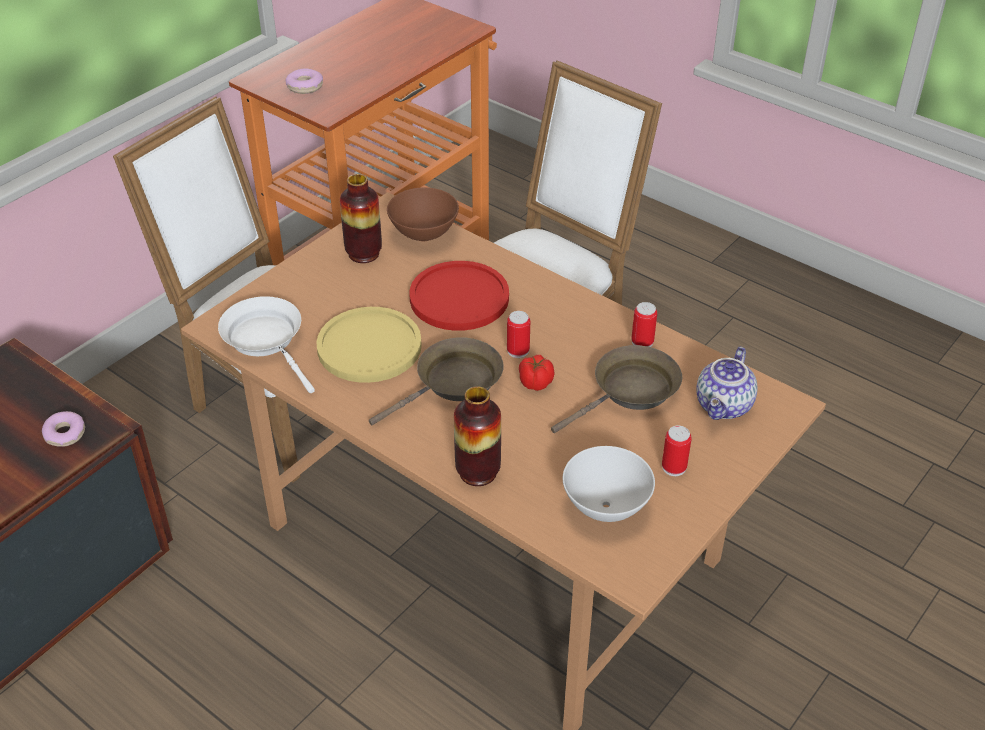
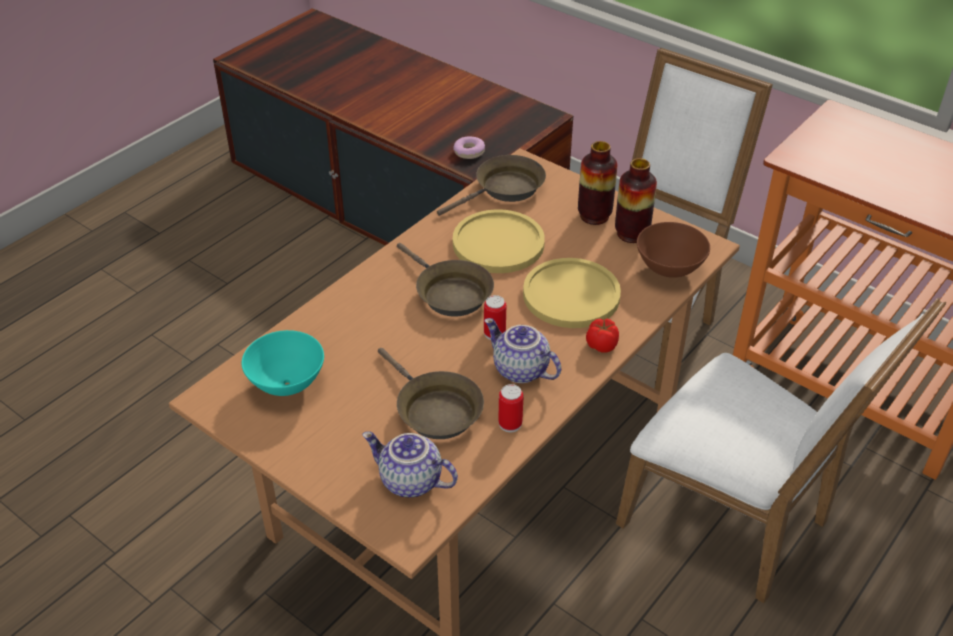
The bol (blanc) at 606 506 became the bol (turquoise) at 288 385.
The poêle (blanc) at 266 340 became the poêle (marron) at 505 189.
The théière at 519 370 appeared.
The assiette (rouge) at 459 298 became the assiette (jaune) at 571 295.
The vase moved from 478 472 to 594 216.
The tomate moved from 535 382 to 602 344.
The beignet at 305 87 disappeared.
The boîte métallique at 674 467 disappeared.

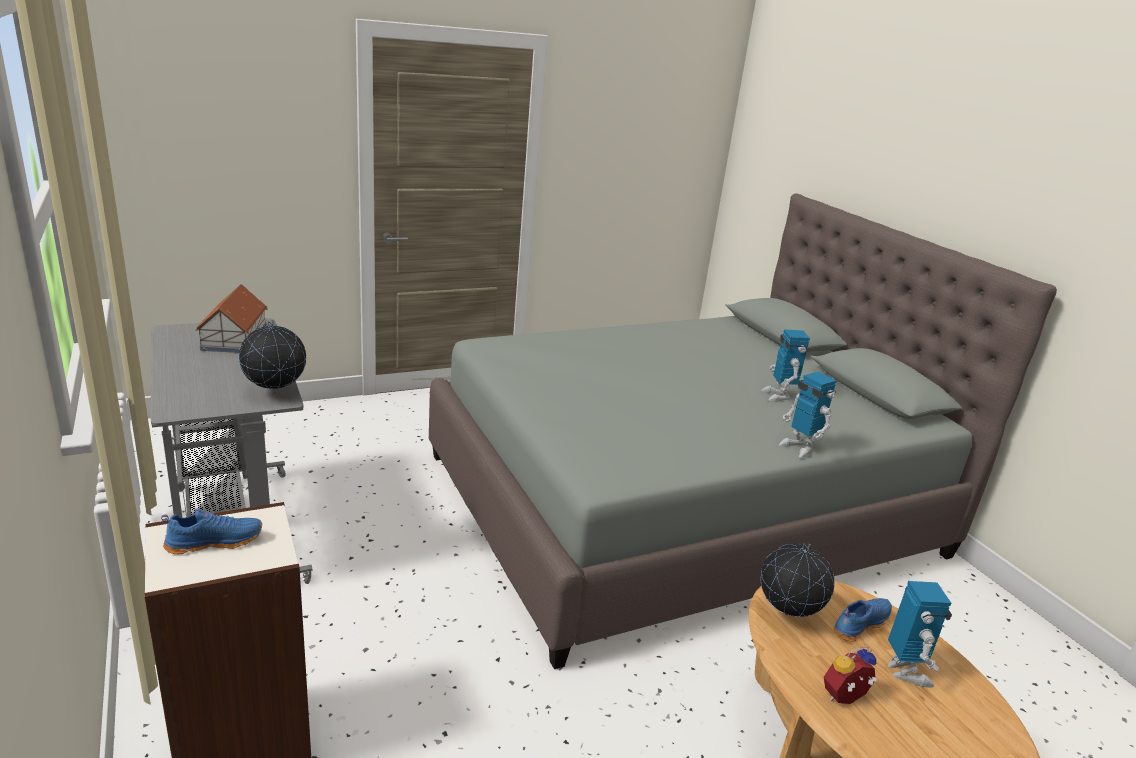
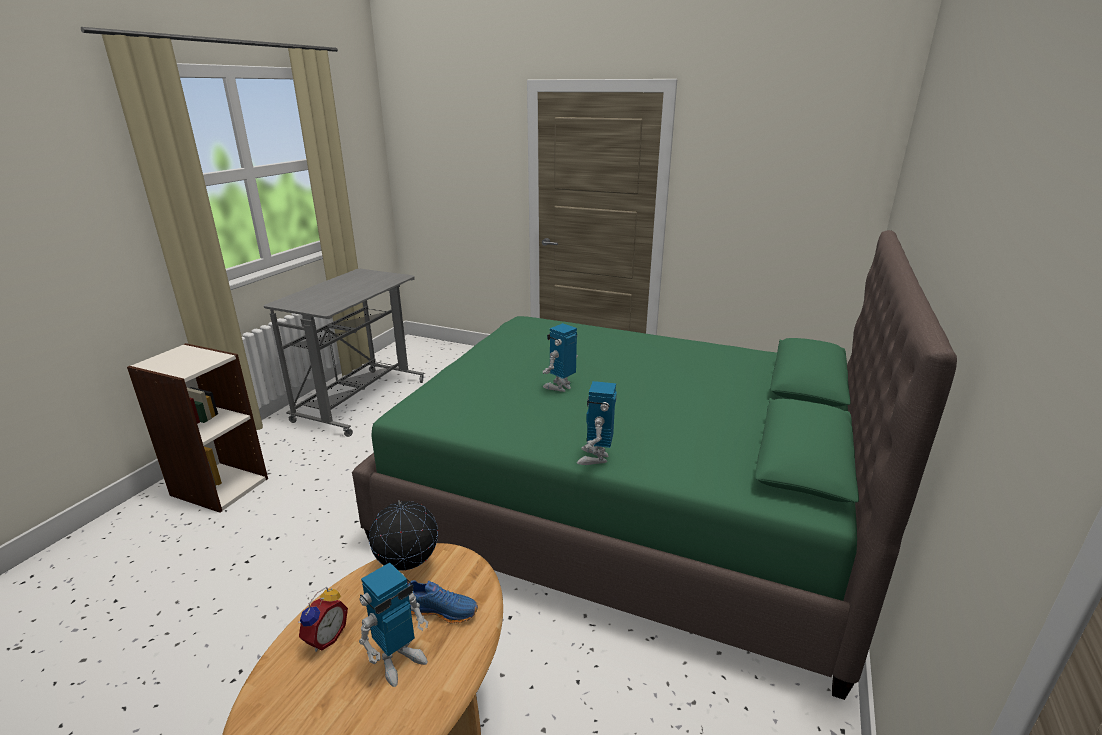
The réveil at 846 699 turned 90 degrees clockwise.
The lit (gris) at 681 504 became the lit (vert) at 625 503.
The robot jouet moved from 778 396 to 560 387.
The chaussure (bleu) at 214 541 disappeared.
The maison miniature at 234 338 disappeared.
The globe at 275 393 disappeared.

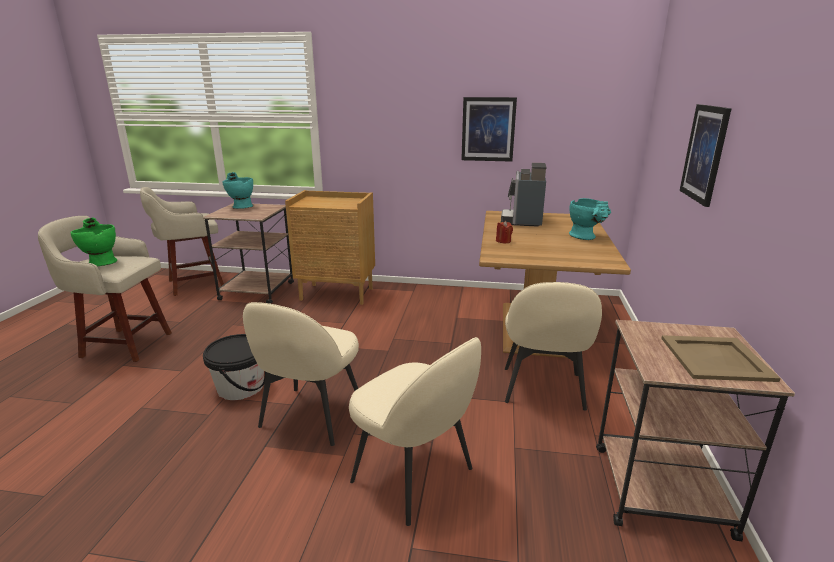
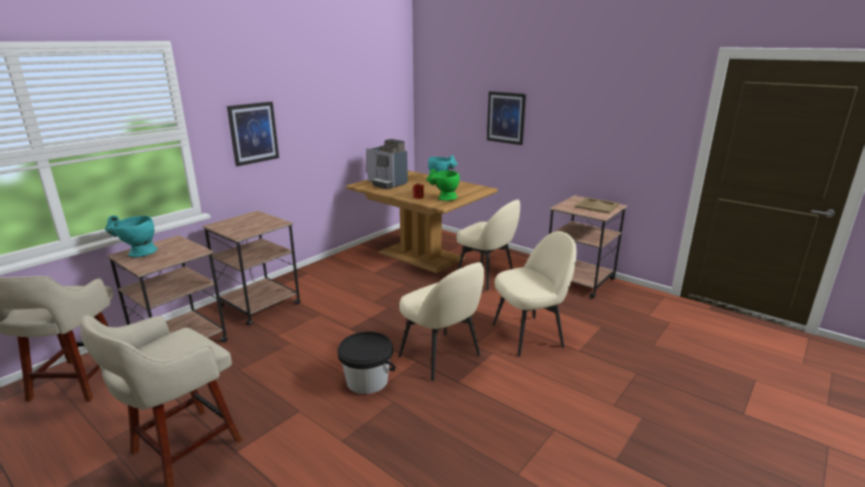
The meuble de rangement (marron) at 337 294 was replaced by the chariot (marron) at 260 304.
The tableau moved from 488 129 to 253 133.
The vase (vert) moved from 101 262 to 444 199.

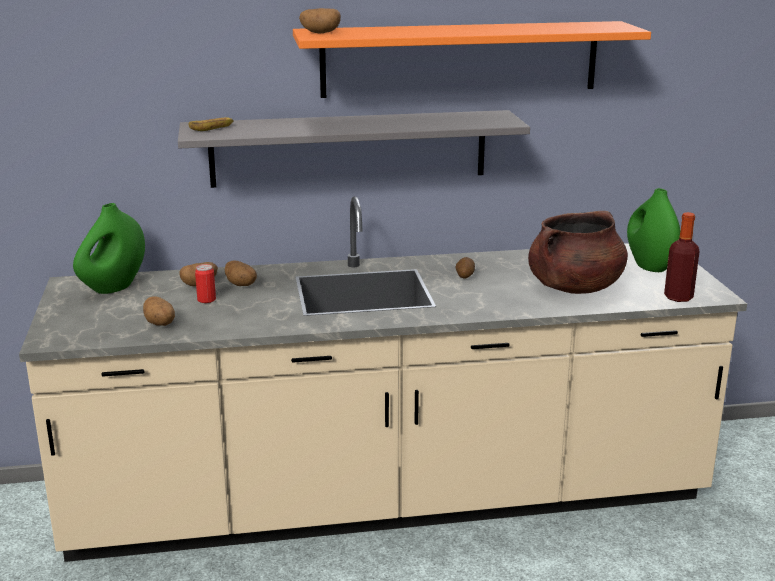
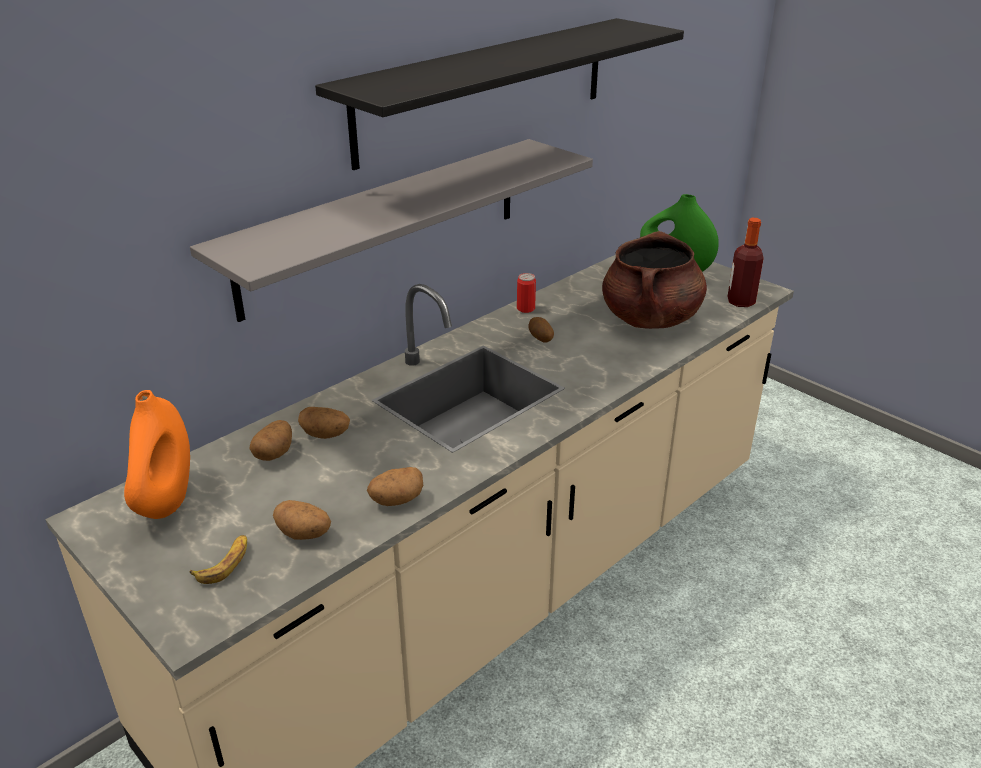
The vase (vert) at 114 288 became the vase (orange) at 166 501.
The banane moved from 212 127 to 224 563.
The étagère (orange) at 460 59 became the étagère (noir) at 486 89.
The pomme de terre moved from 320 33 to 396 500.
The boîte métallique moved from 206 300 to 525 308.

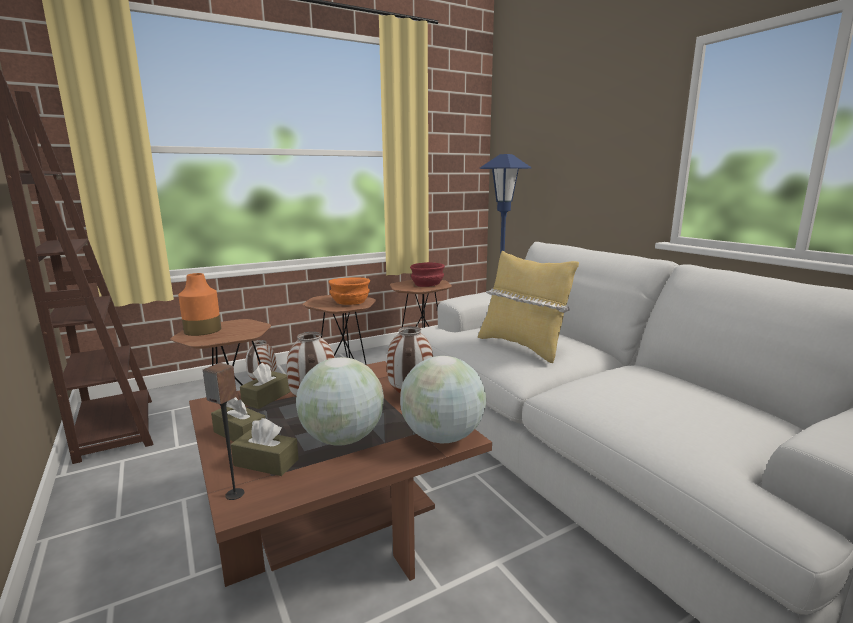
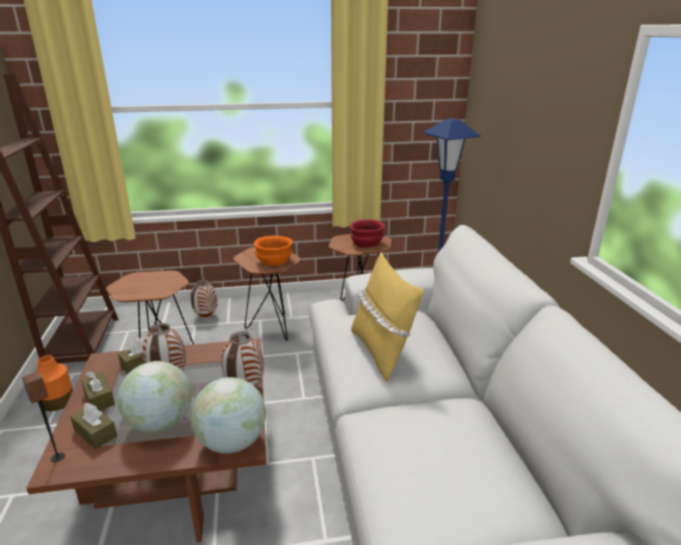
The vase (orange) moved from 202 330 to 57 401.

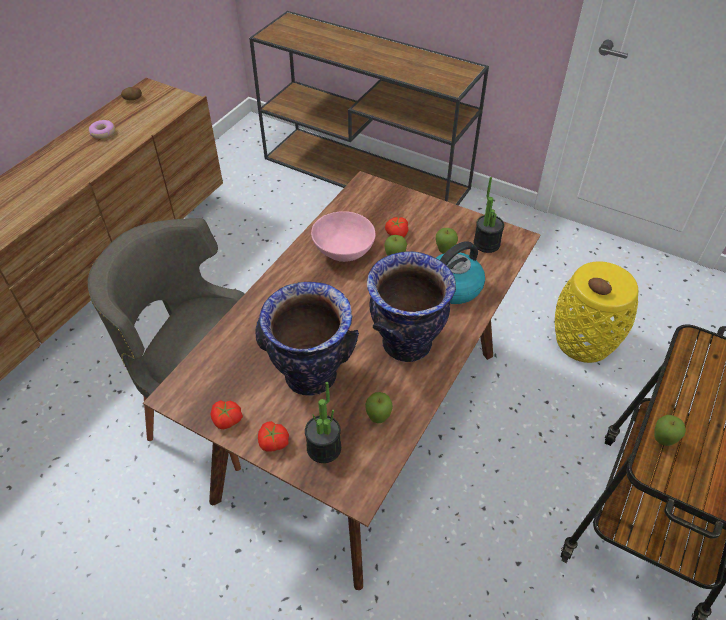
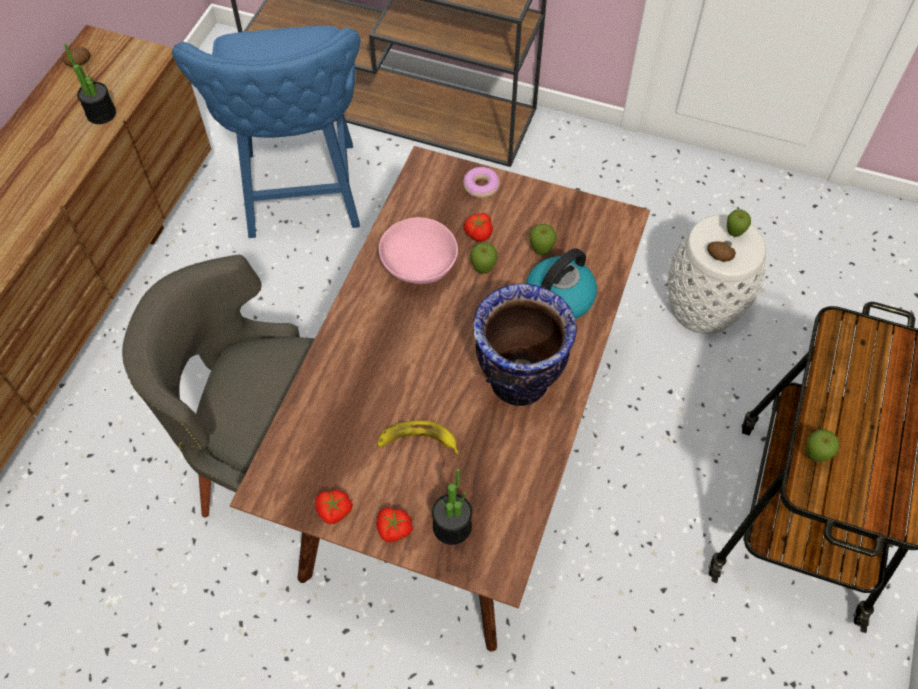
The plante en pot moved from 486 244 to 101 114.
The tabouret (bleu) at 302 195 appeared.
The vase at 310 377 was replaced by the banane at 417 441.
The beignet moved from 103 132 to 481 186.
The tabouret (jaune) at 583 341 became the tabouret (blanc) at 703 306.
The pomme moved from 378 419 to 734 234.

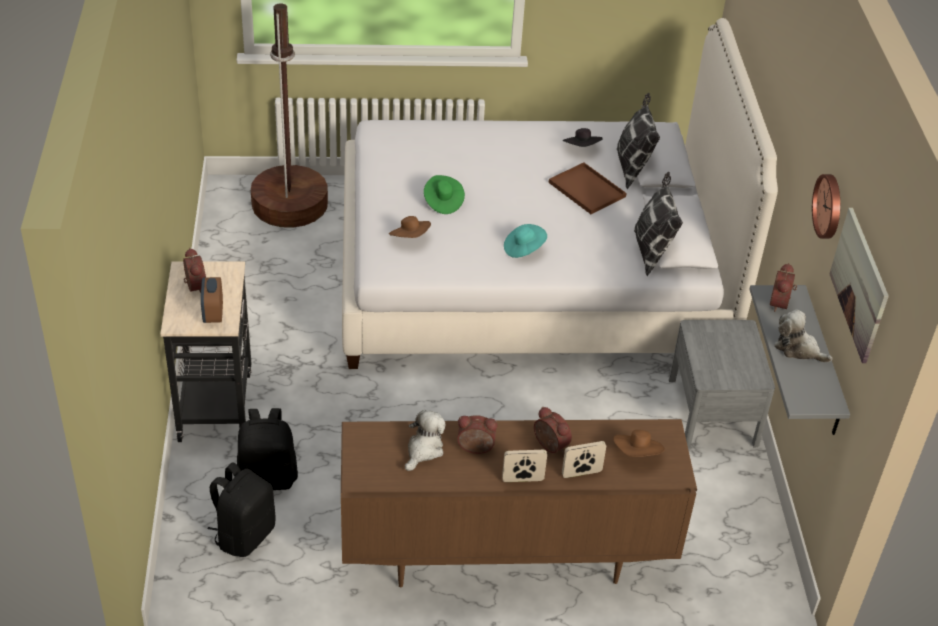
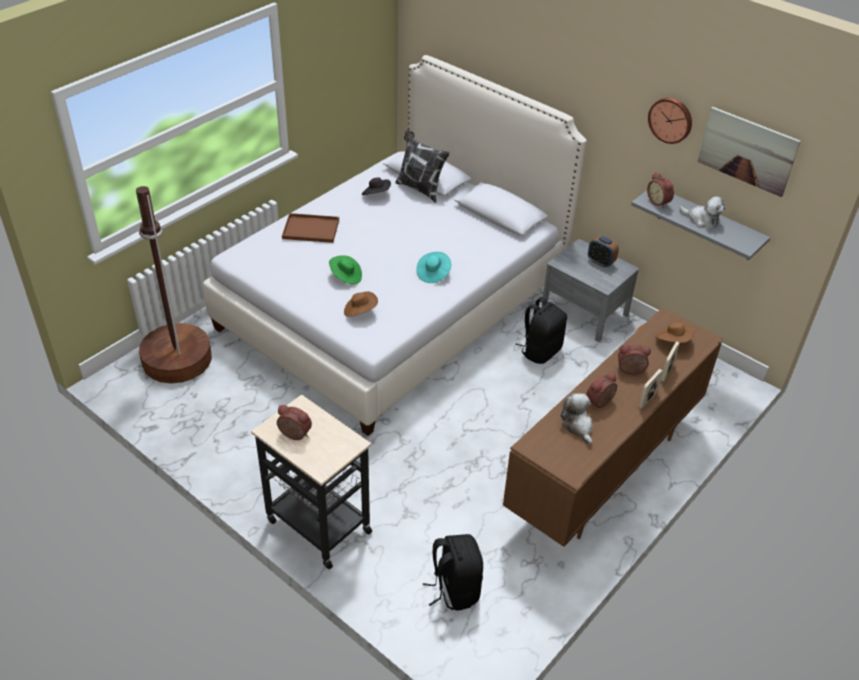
The plateau (marron) moved from 588 190 to 312 229.
The sac à dos (noir) moved from 268 477 to 540 351.
The réveil moved from 213 315 to 600 262.
The peluche at 798 349 turned 135 degrees counterclockwise.
The coussin at 652 251 disappeared.

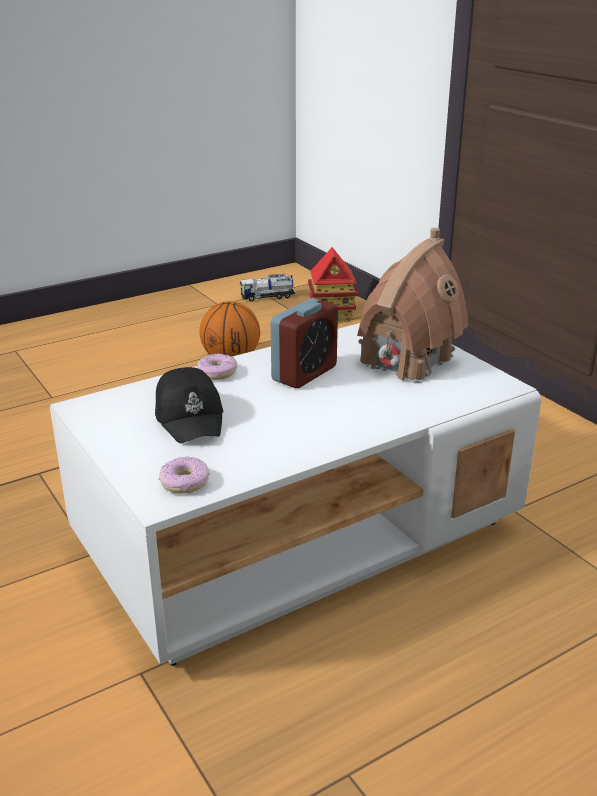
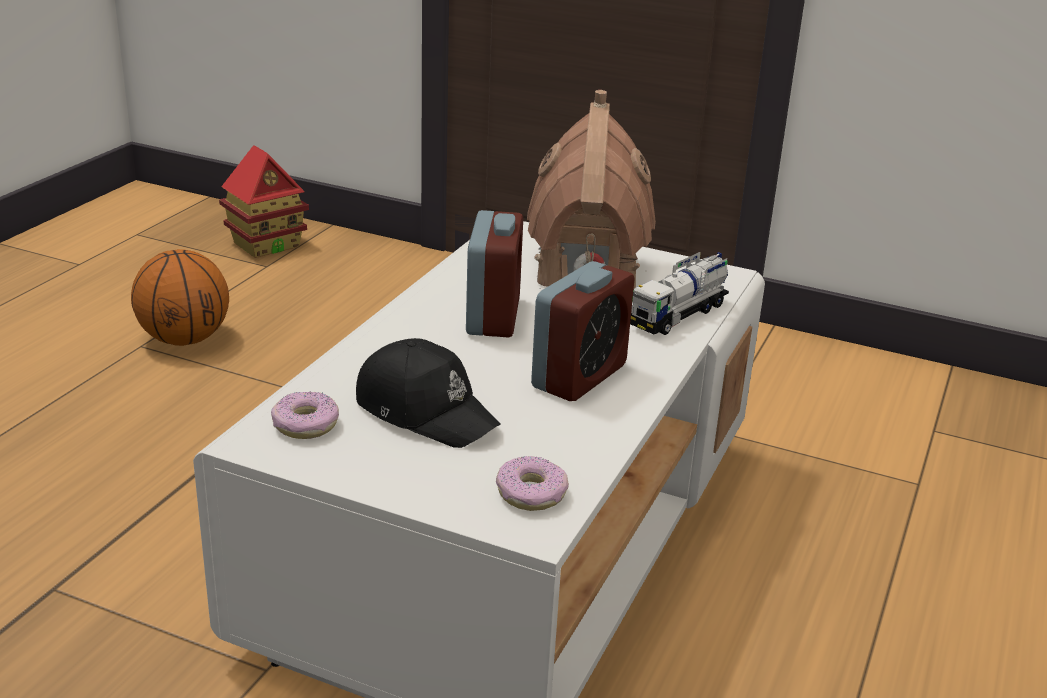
The beignet moved from 217 373 to 305 424.
The réveil at 579 376 appeared.
The camion jouet moved from 267 297 to 678 315.

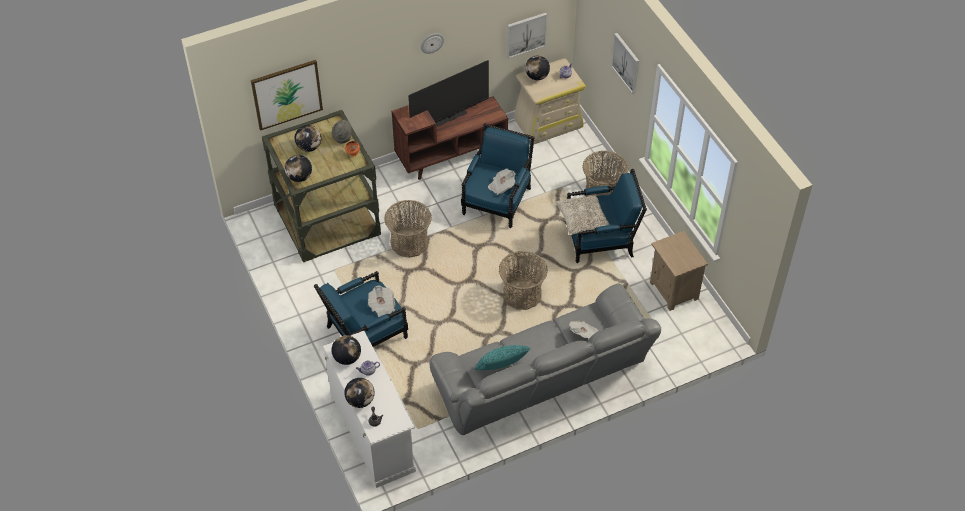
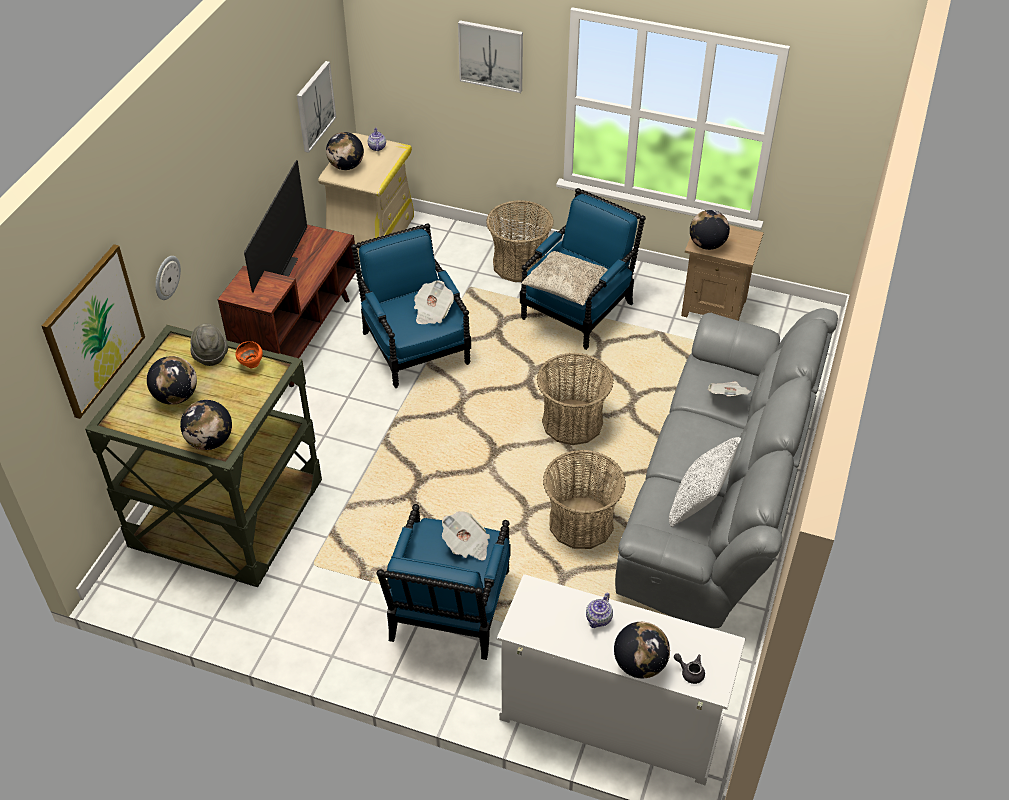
The horloge murale moved from 432 42 to 166 277.
The panier moved from 409 243 to 581 524.
The coussin (turquoise) at 501 370 became the coussin (blanc) at 699 503.
The globe moved from 347 358 to 707 245.

